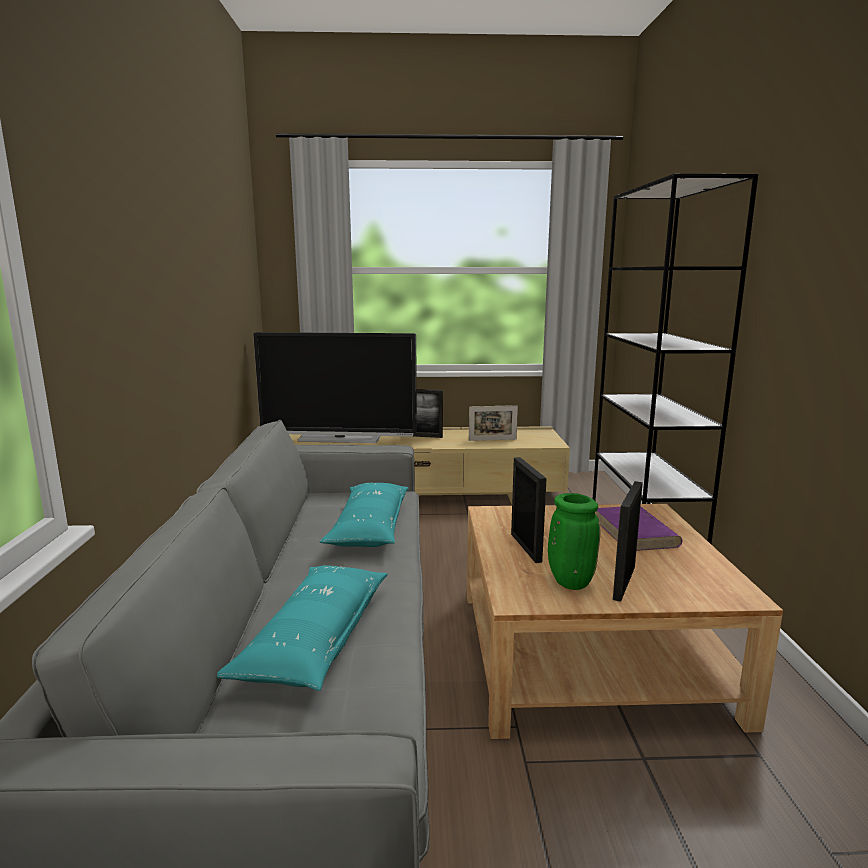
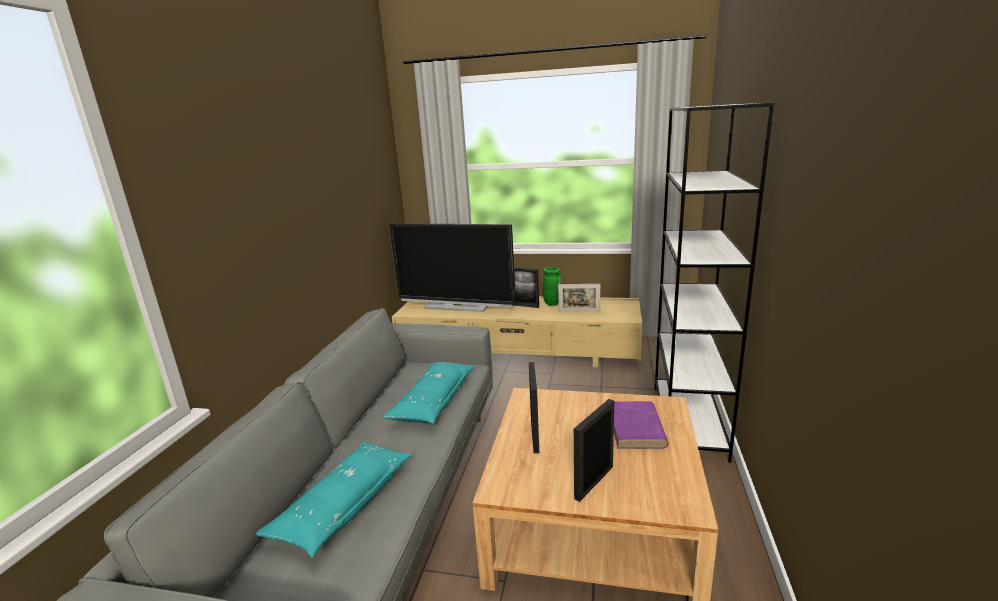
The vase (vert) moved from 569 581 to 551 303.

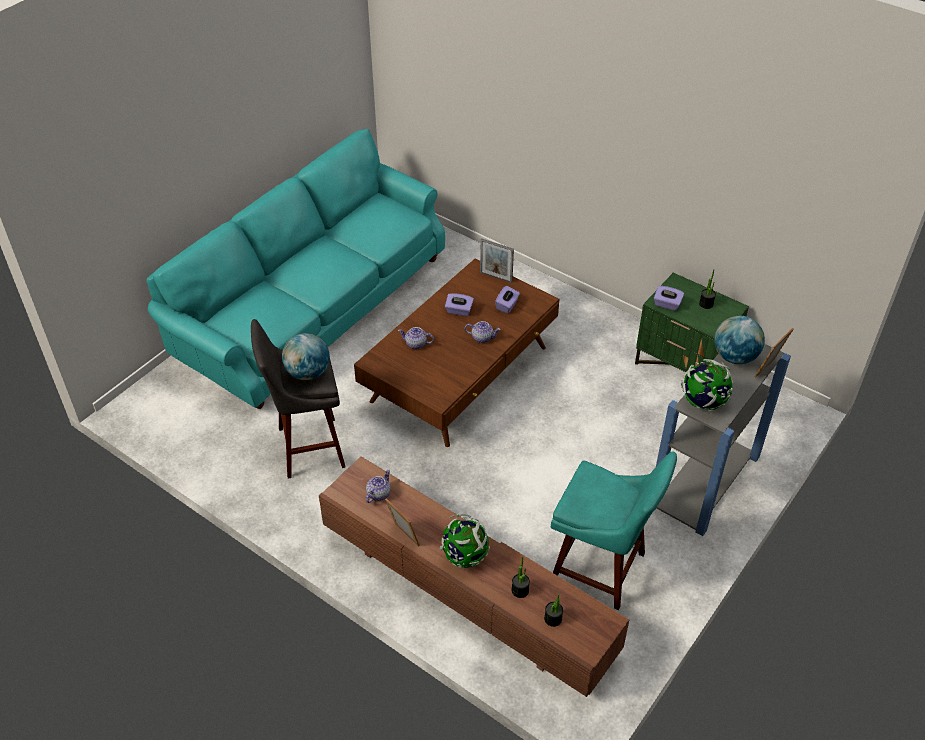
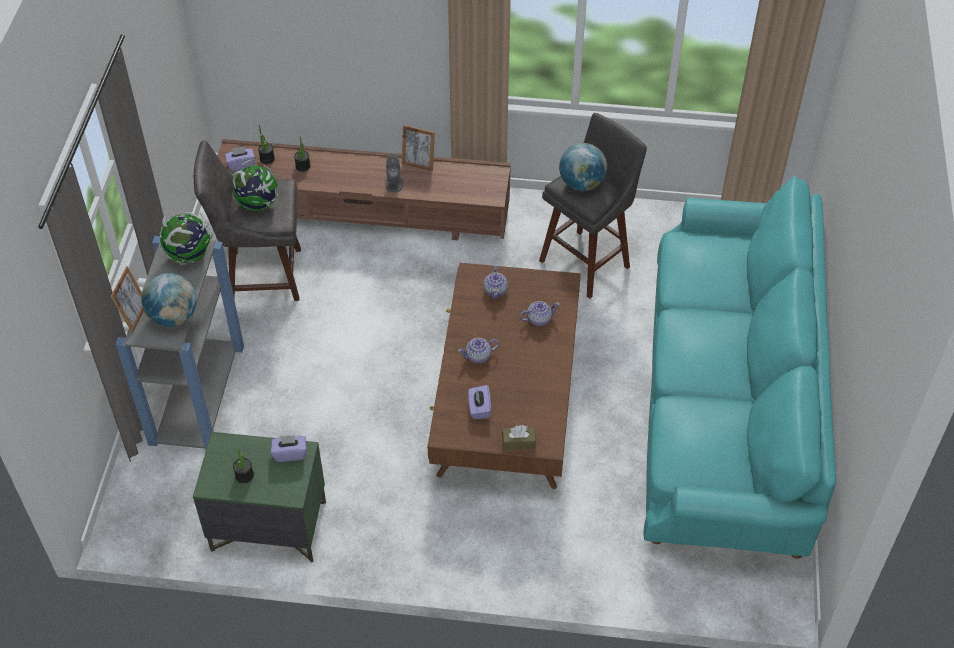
The tabouret (turquoise) at 602 569 became the tabouret (gris) at 261 275.
The boîte à mouchoirs (violet) moved from 459 311 to 241 165.
The globe moved from 464 557 to 258 204.
The enceinte (gris) at 394 183 appeared.
The théière moved from 378 493 to 495 291.
The cadre photo at 496 277 was replaced by the boîte à mouchoirs (marron) at 518 442.

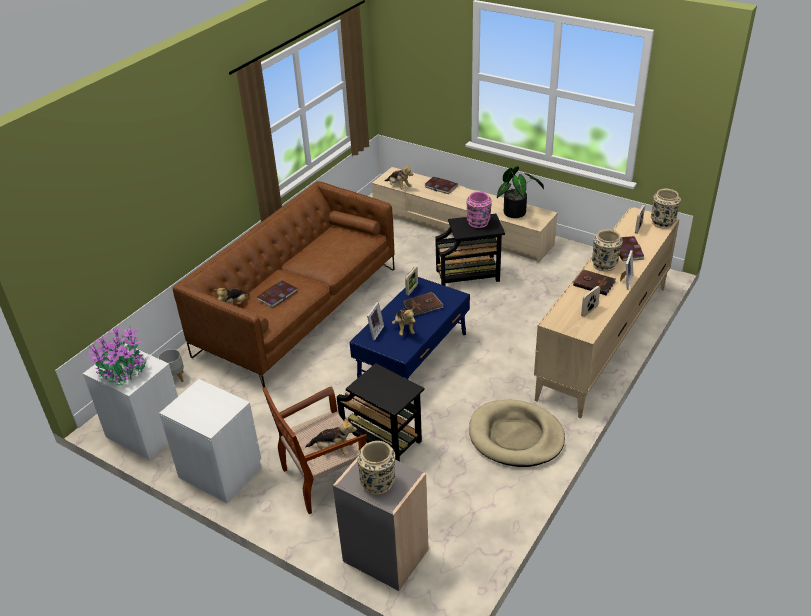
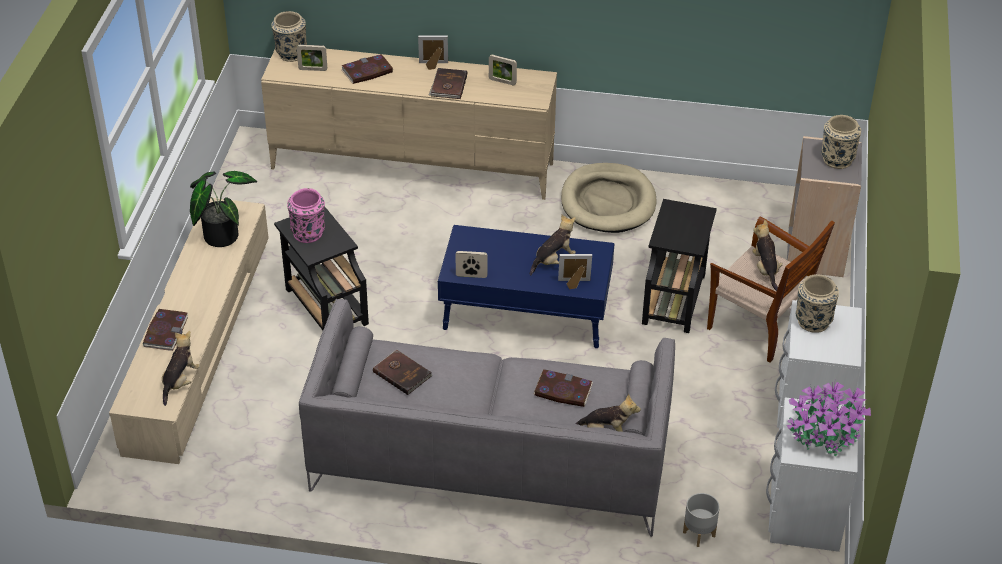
The canapé (marron) at 298 311 became the canapé (gris) at 490 460.
The livre (marron) moved from 423 306 to 402 373.
The vase (beige) moved from 604 264 to 812 321.

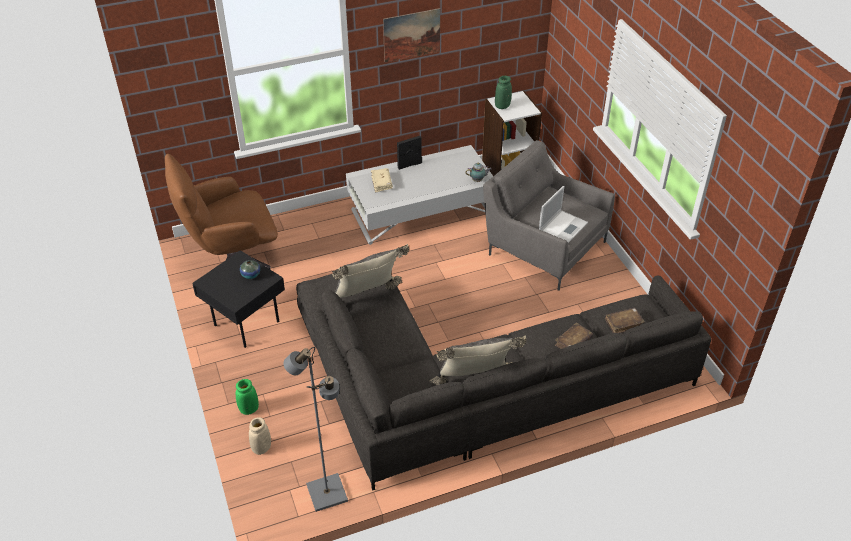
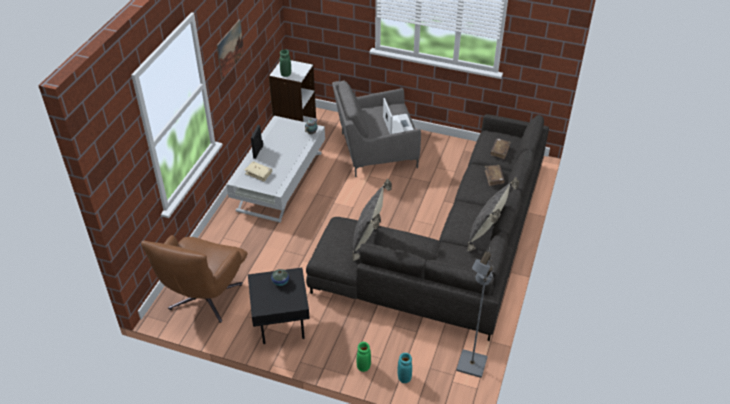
The vase (beige) at 261 448 became the vase (turquoise) at 404 377.

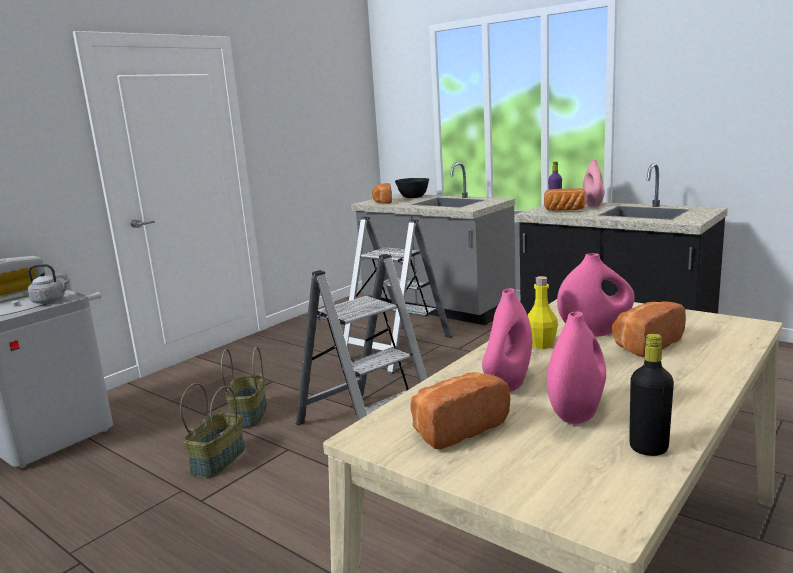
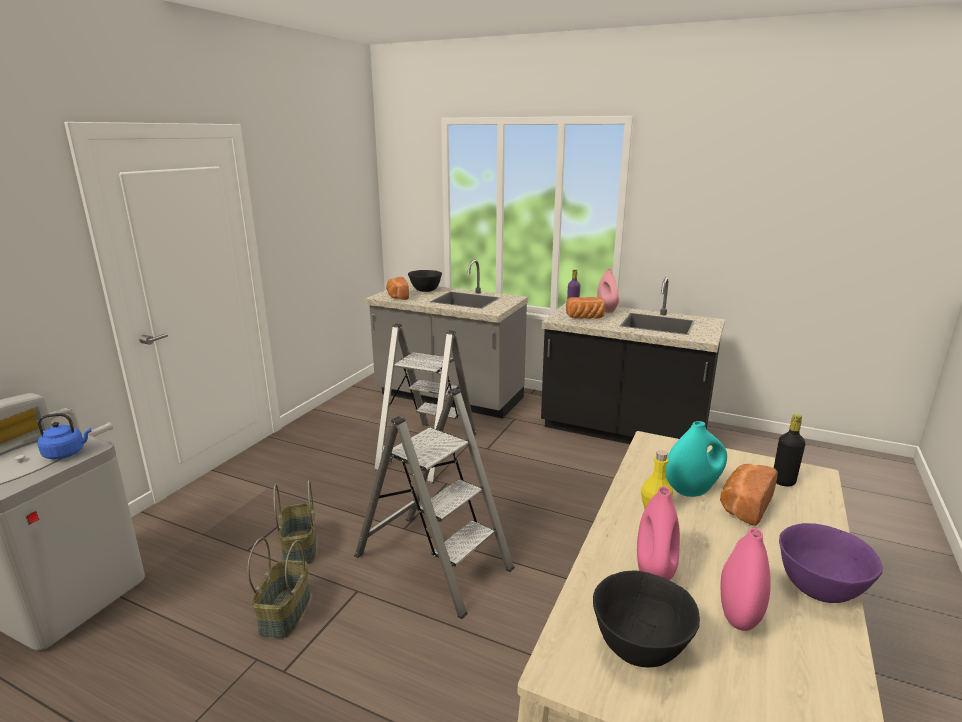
The bouilloire (gris) at 50 301 became the bouilloire (bleu) at 67 453.
The pain at 456 428 was replaced by the bol (noir) at 640 647.
The vase (rose) at 595 332 became the vase (turquoise) at 692 489.
The bouteille (noir) moved from 648 448 to 783 481.
The bol (violet) at 820 589 appeared.

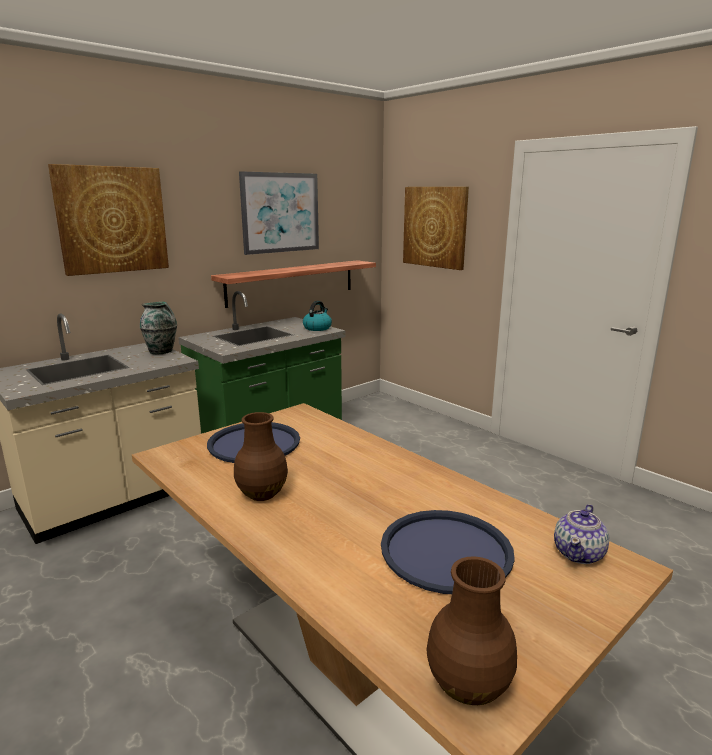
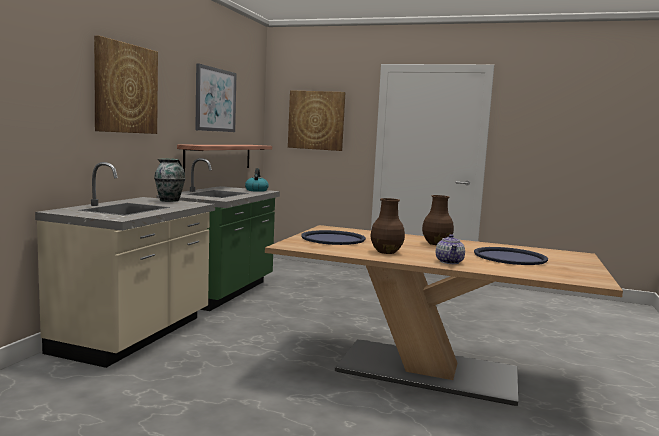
The vase (marron) moved from 467 685 to 436 243.
The théière moved from 579 553 to 449 262.

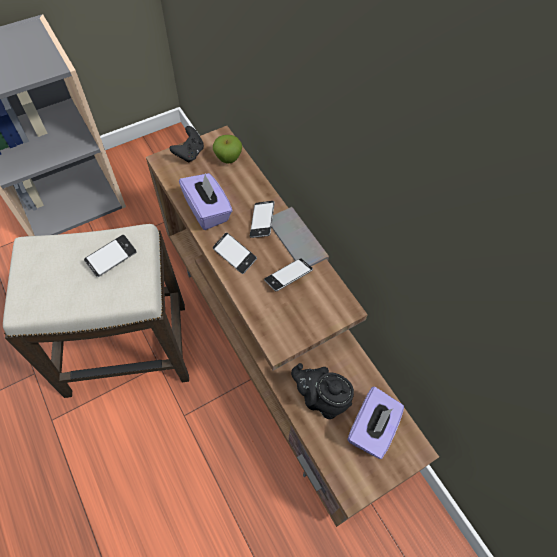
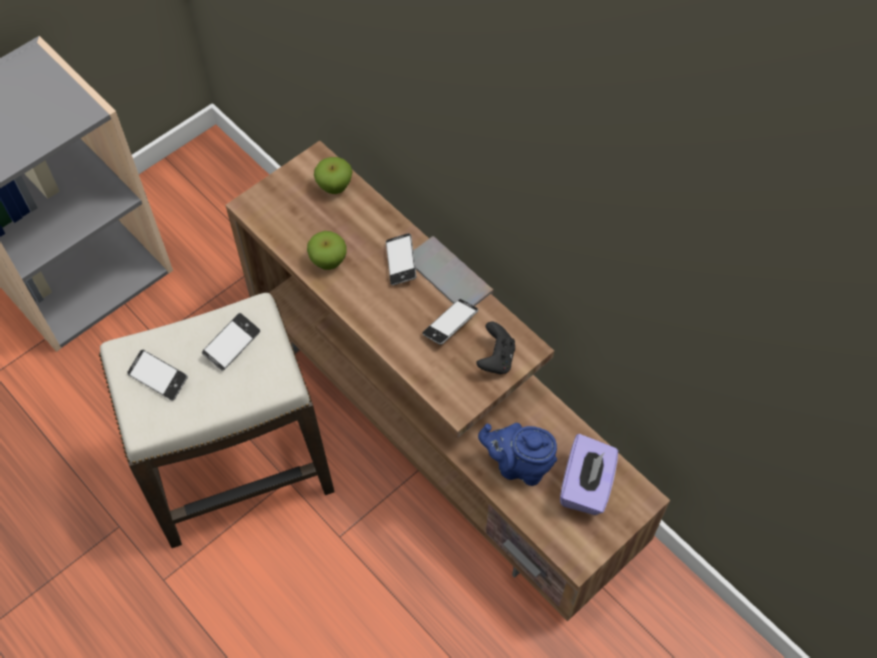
The téléphone moved from 234 255 to 158 377.
The boîte à mouchoirs (violet) at 208 211 was replaced by the pomme at 328 261.
The manette (noir) moved from 189 153 to 496 359.
The théière (noir) at 321 399 became the théière (bleu) at 519 465.

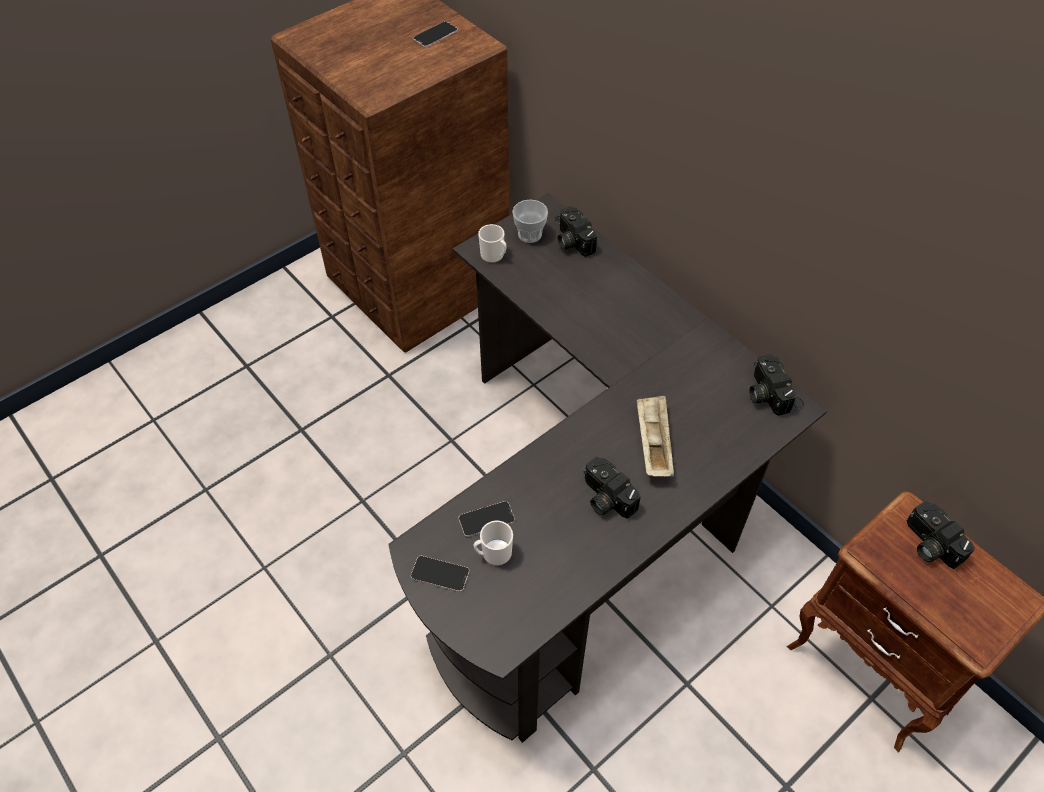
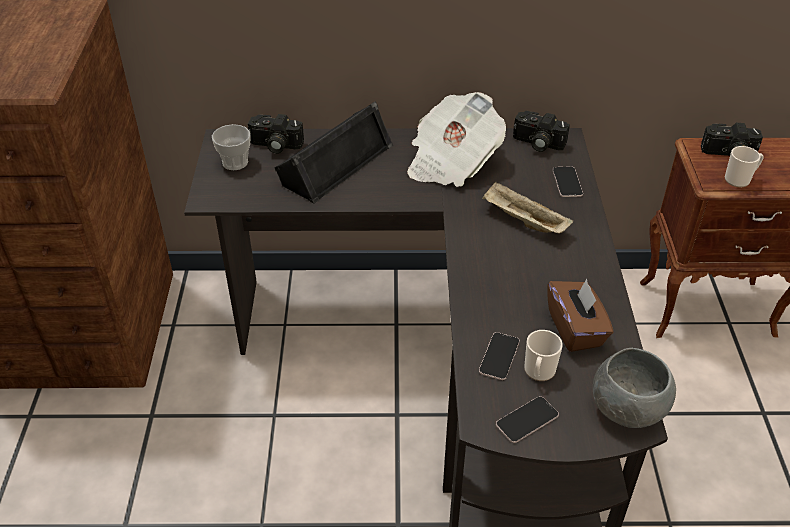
The enceinte (noir) at 334 163 appeared.
The journal at 451 162 appeared.
The boîte à mouchoirs (marron) at 575 329 appeared.
The téléphone moved from 435 35 to 567 182.
The bol (gris) at 626 409 appeared.
The mug moved from 494 256 to 740 179.
The appareil photo at 605 498 disappeared.

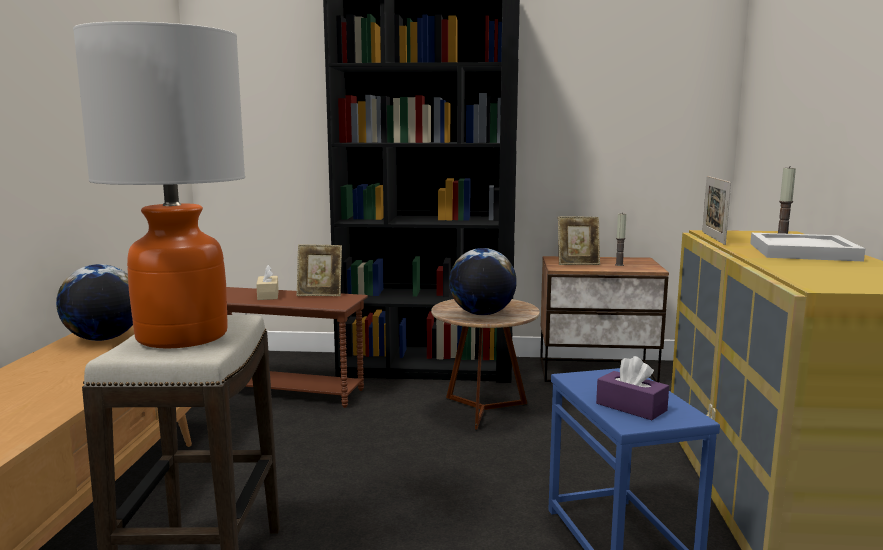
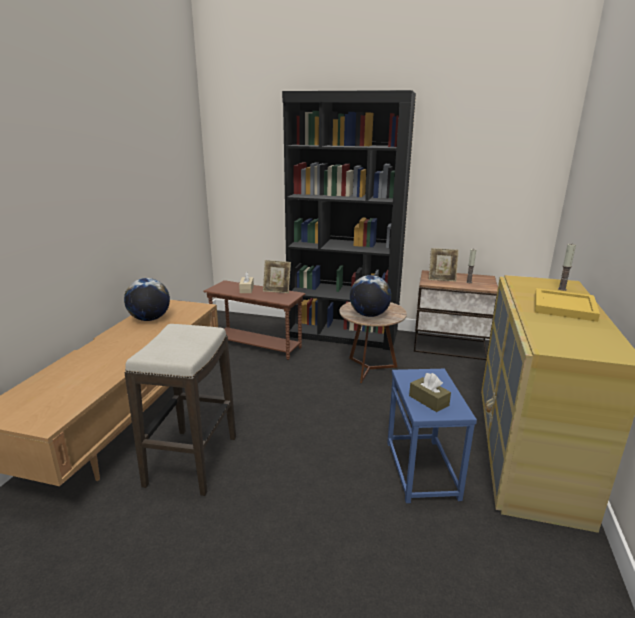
The boîte à mouchoirs (violet) at 631 407 became the boîte à mouchoirs (marron) at 428 400.
The plateau (blanc) at 801 251 became the plateau (jaune) at 563 307.
The lampe de table at 182 336 disappeared.
The cadre photo at 713 238 disappeared.

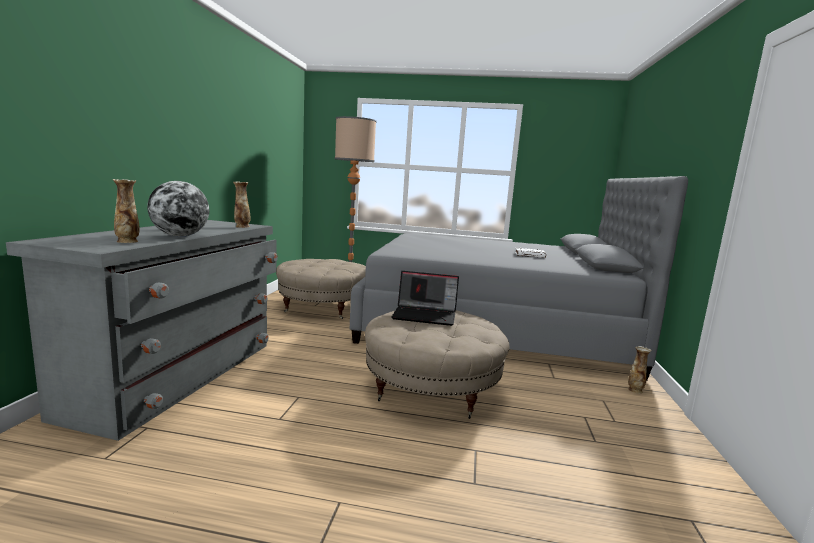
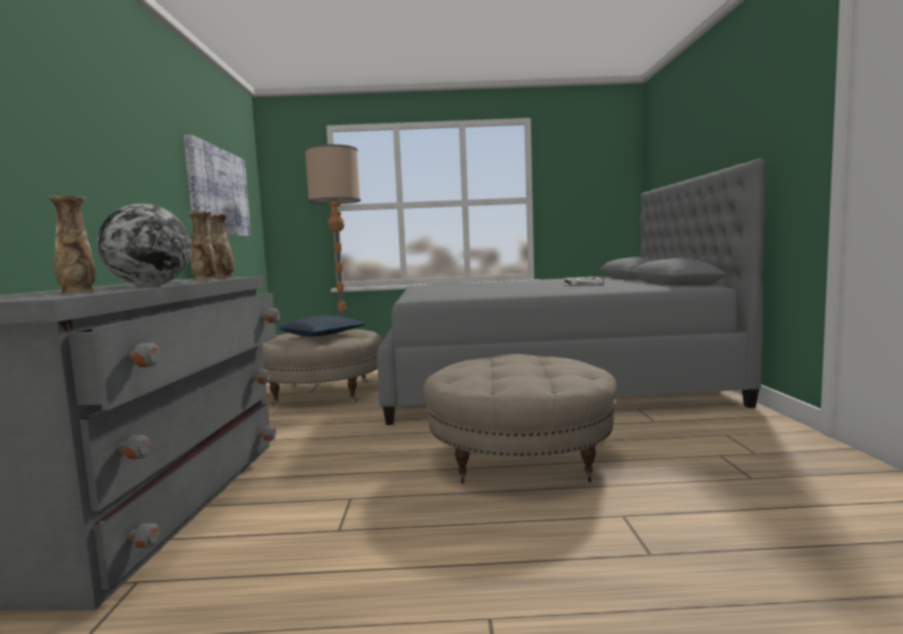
The tableau at 217 192 appeared.
The vase moved from 635 390 to 205 280.
The coussin (bleu) at 323 335 appeared.
The ordinateur portable at 425 315 disappeared.

